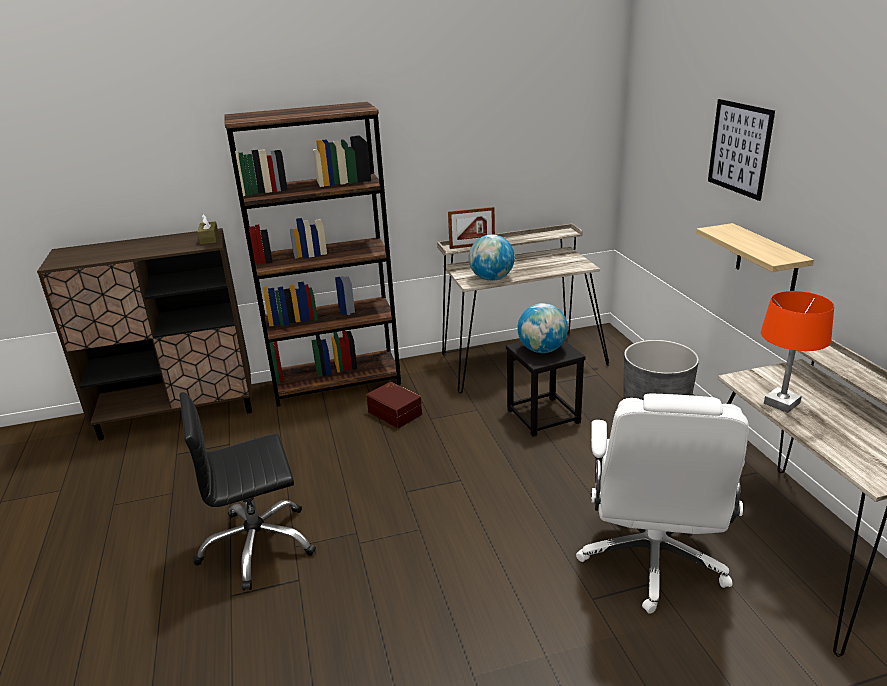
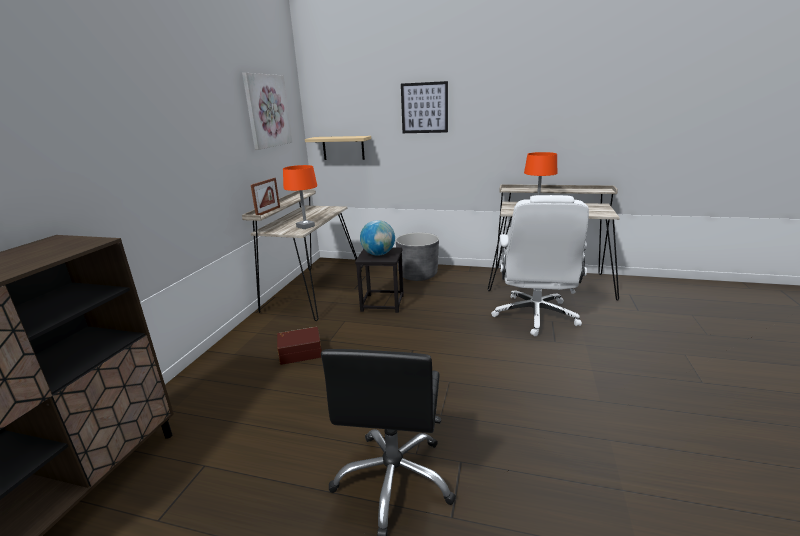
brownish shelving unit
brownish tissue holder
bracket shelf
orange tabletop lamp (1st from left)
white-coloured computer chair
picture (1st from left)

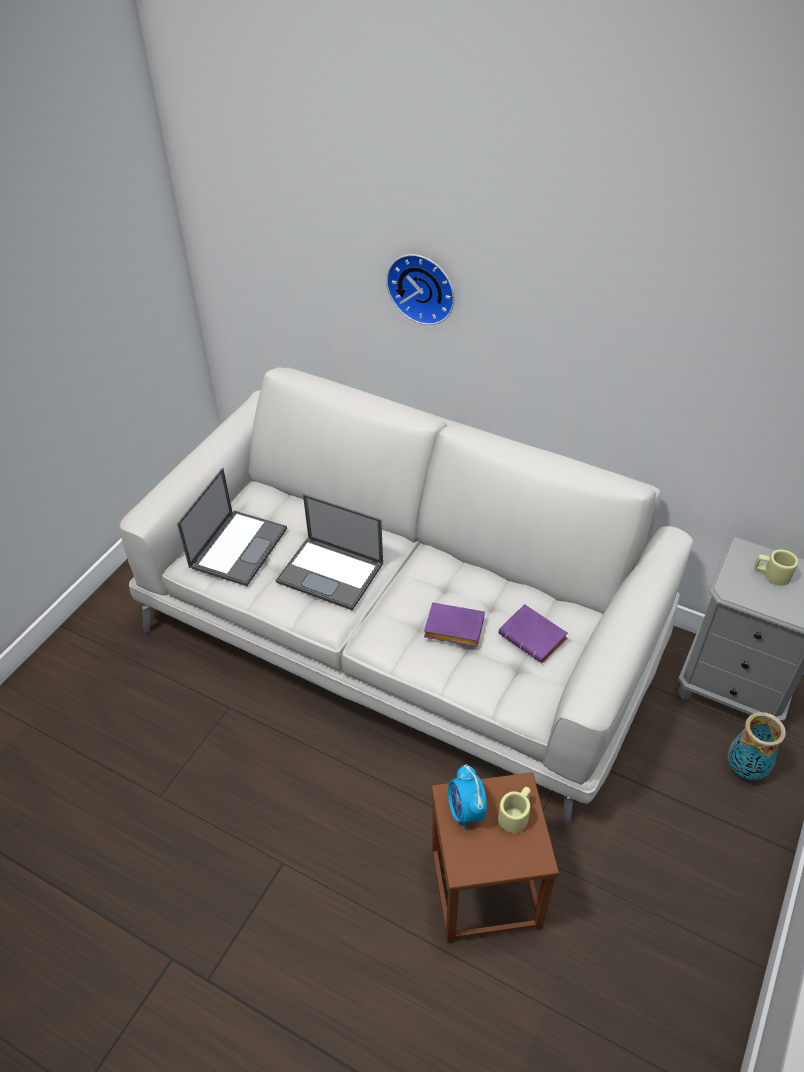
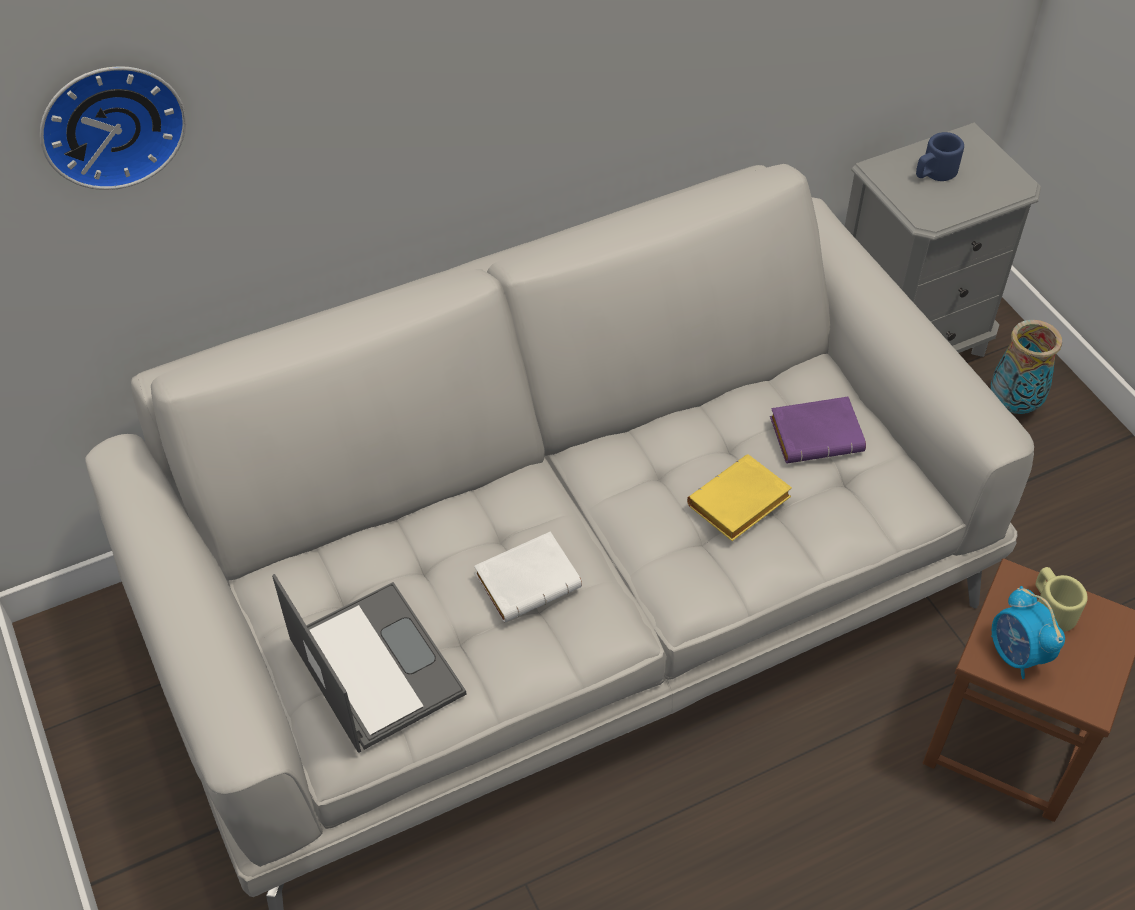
wall clock
white-coloured volume
blue mug
yellow-coloured volume
table clock

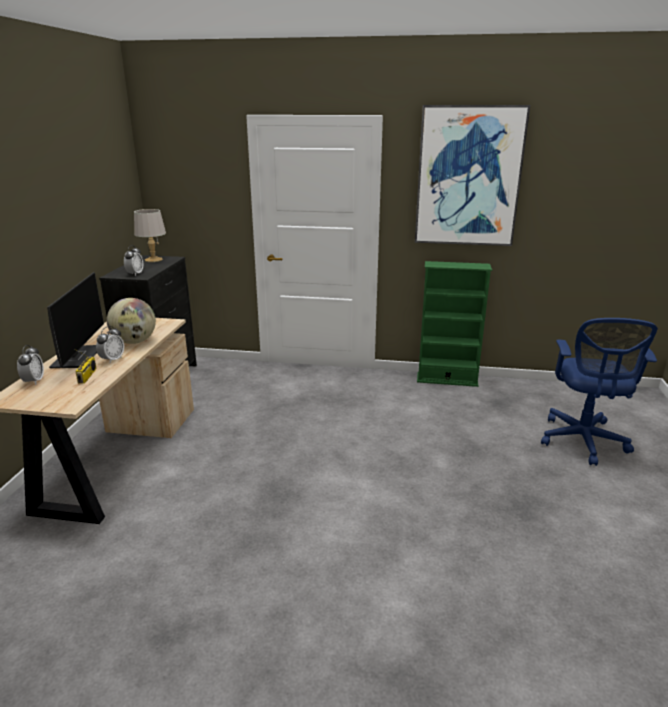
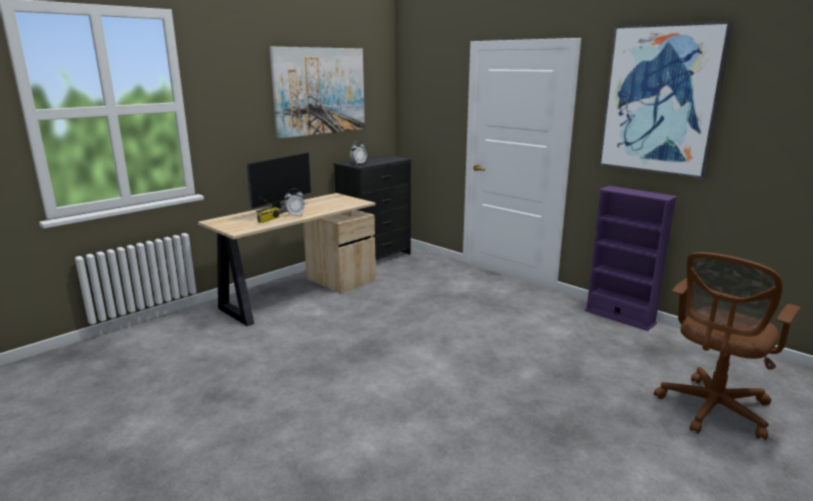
greyish tabletop lamp
purple-coloured shelving unit
world globe
brownish computer chair
table clock (1st from left in the first image)
picture (1st from left)

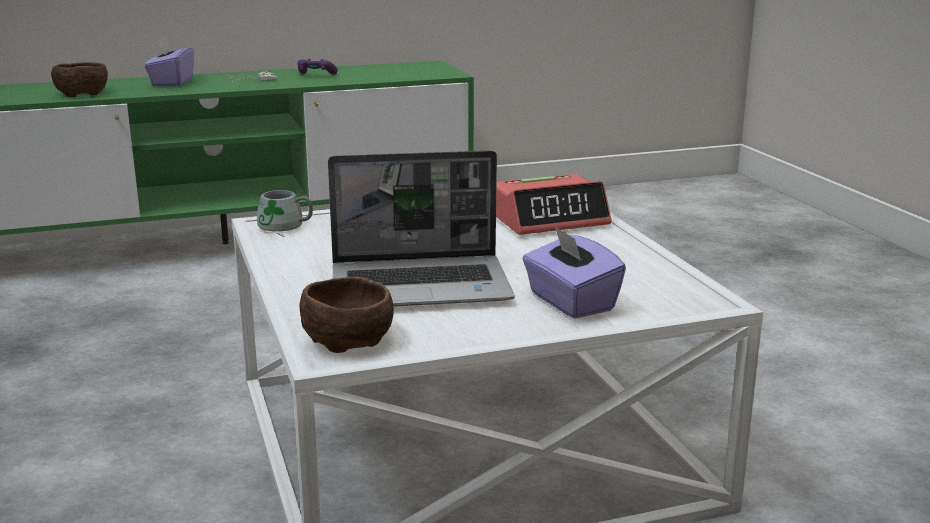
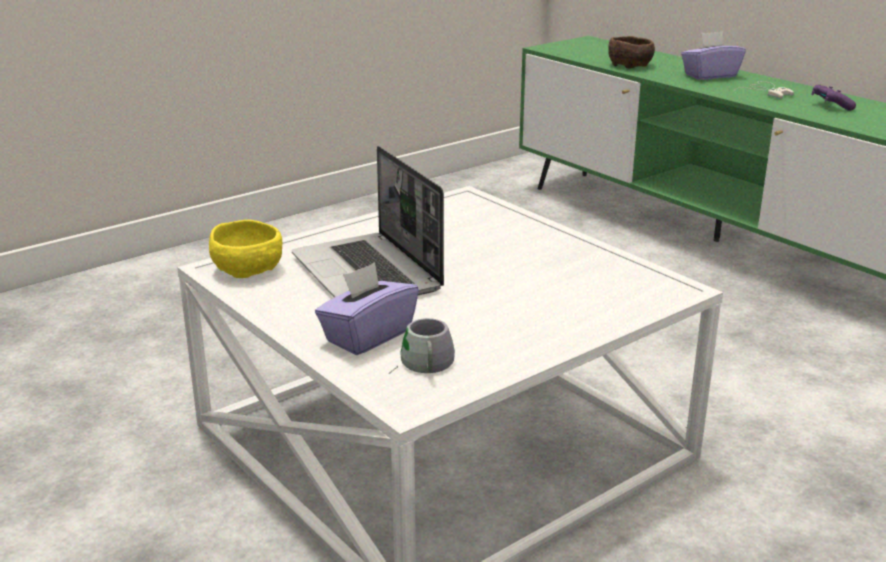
table clock
greyish mug
yellow-coloured deep dish

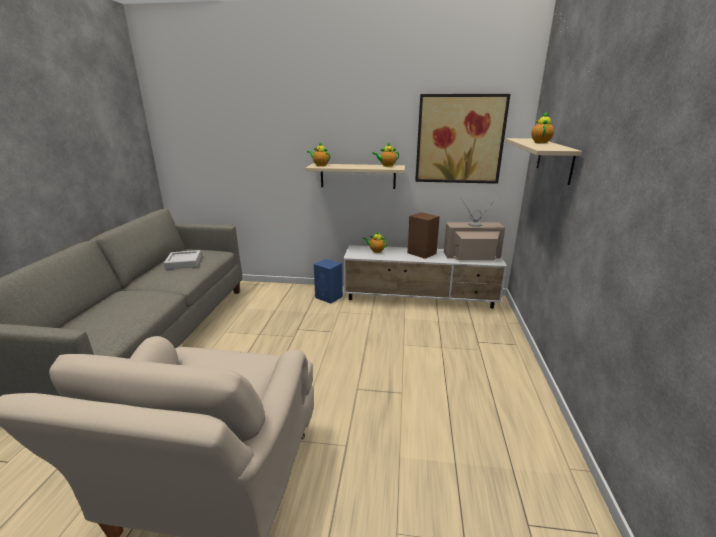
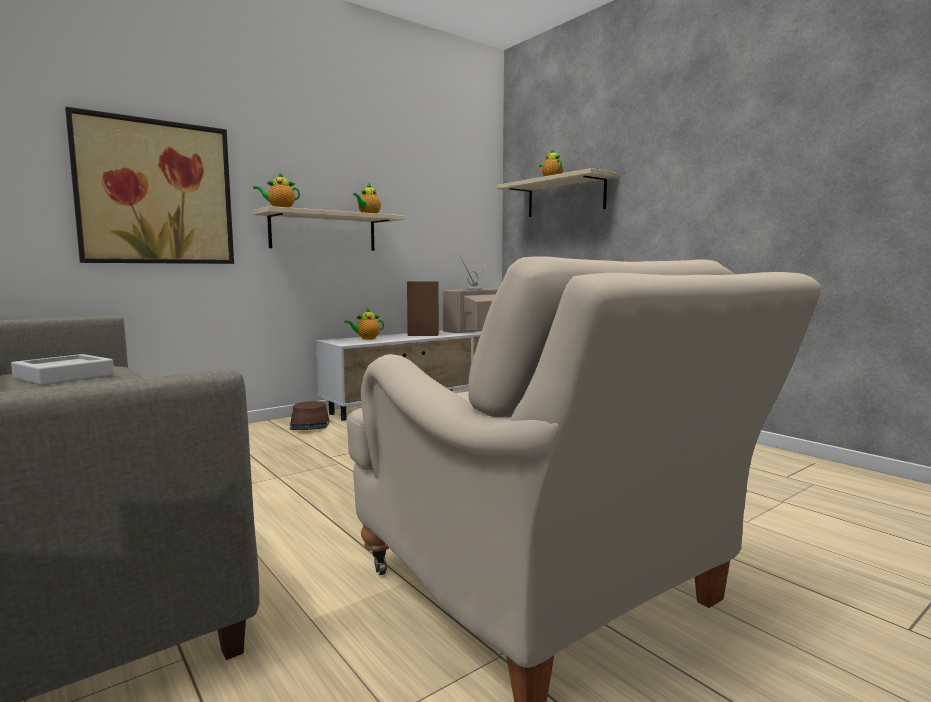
picture
brownish clothing hat

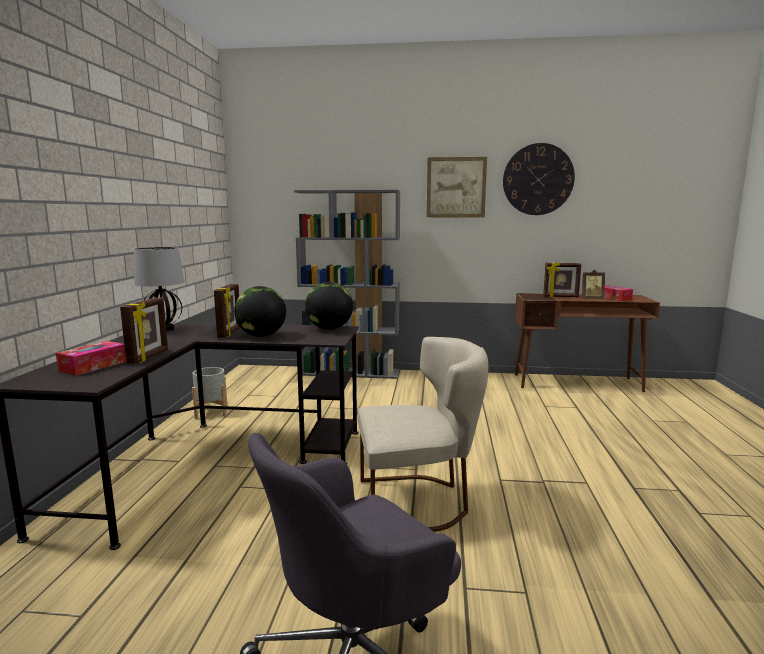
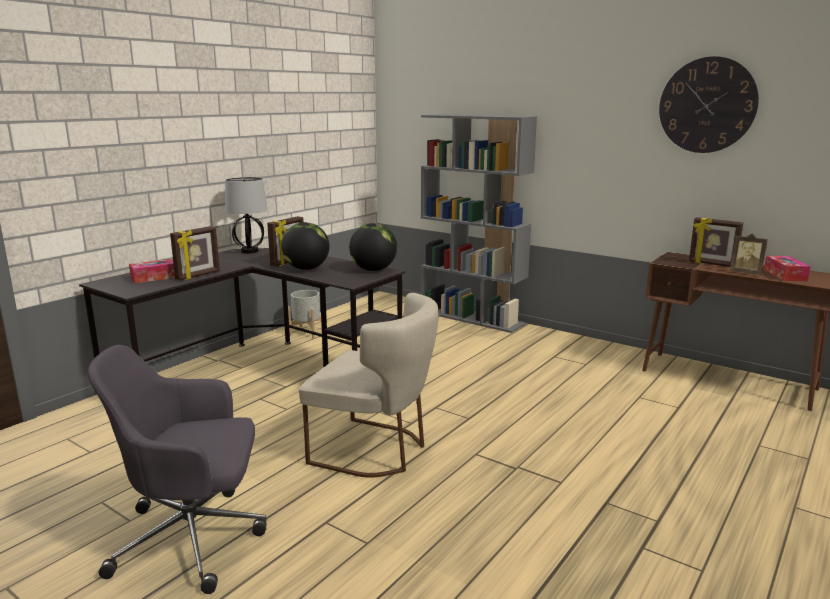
picture

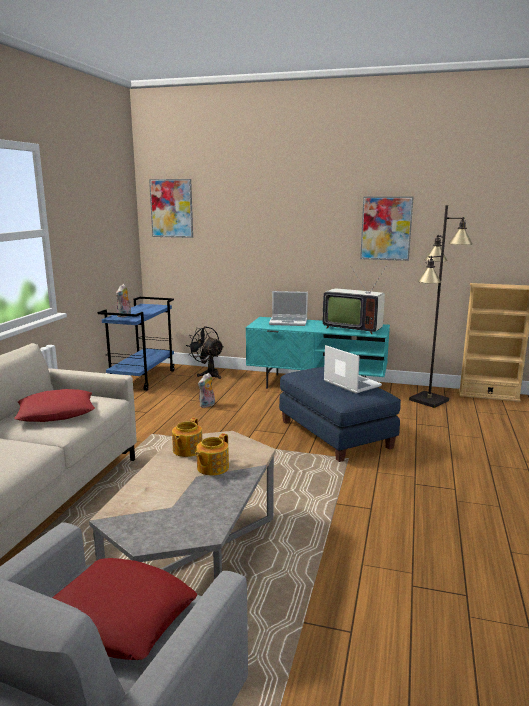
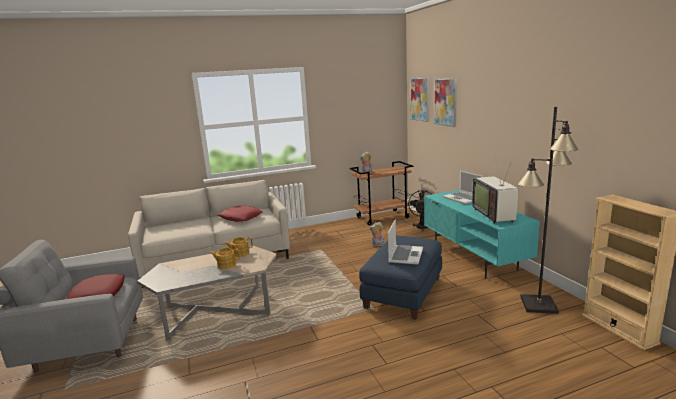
picture (2nd from left)
brownish cart

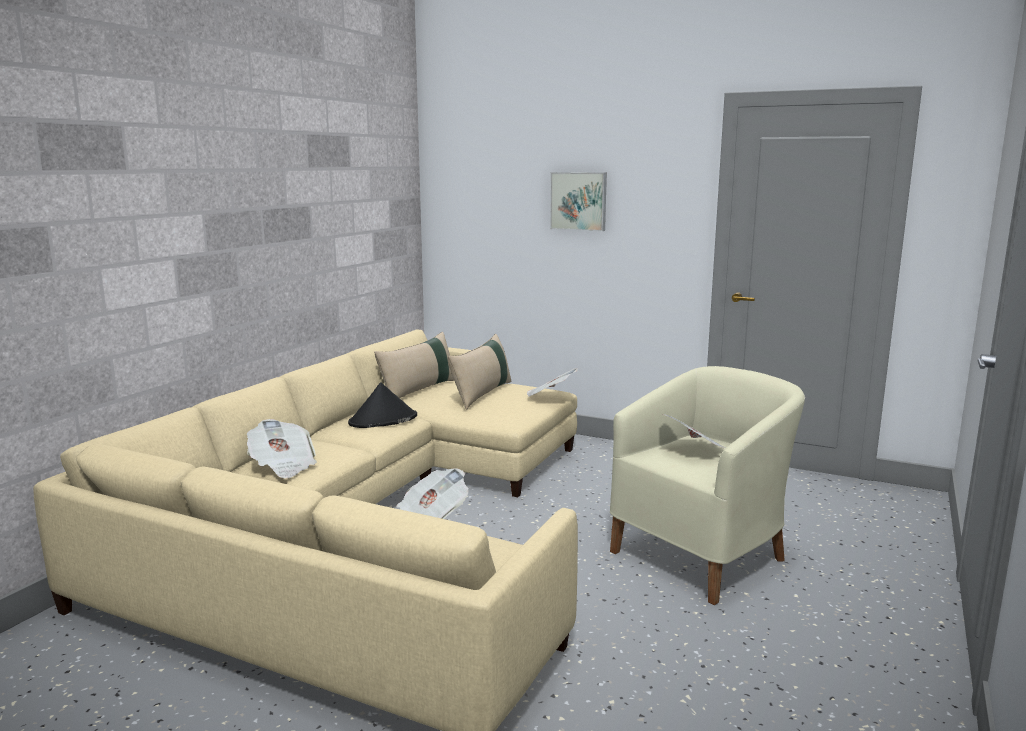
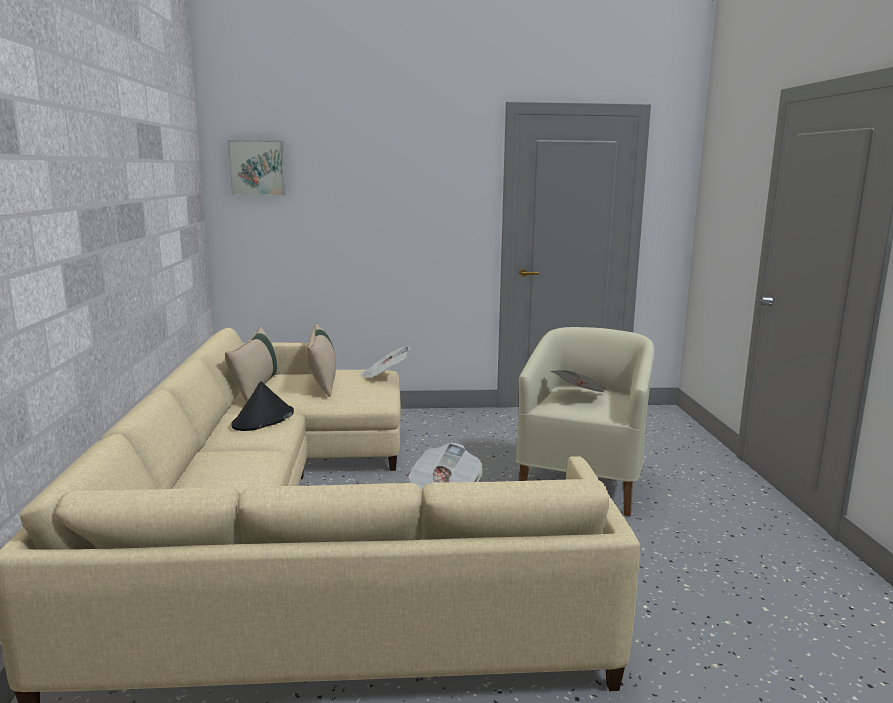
picture
newspaper (1st from left in the first image)

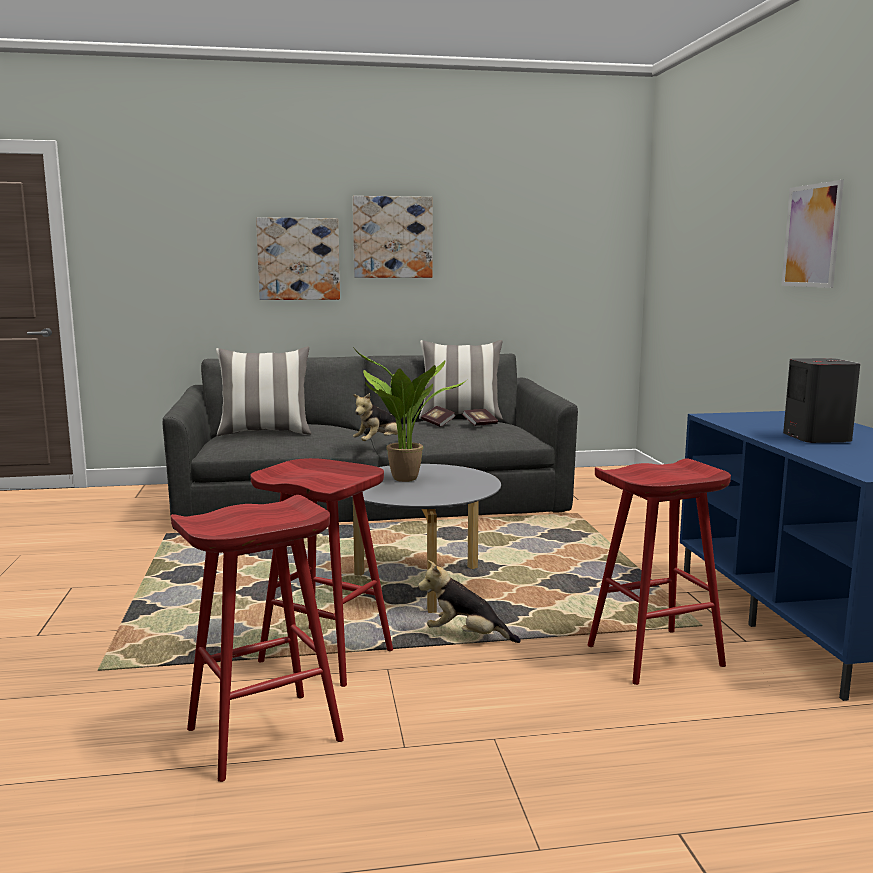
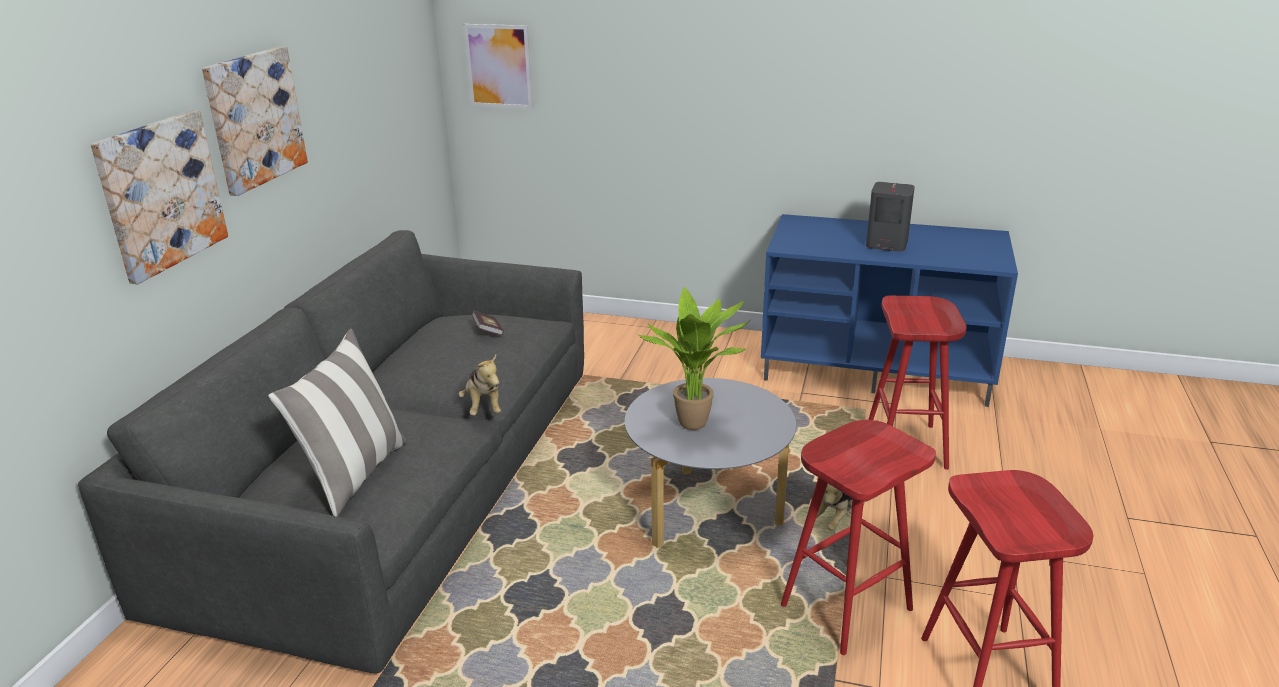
picture (3rd from left)
cushion (2nd from left in the first image)
volume (1st from left in the first image)

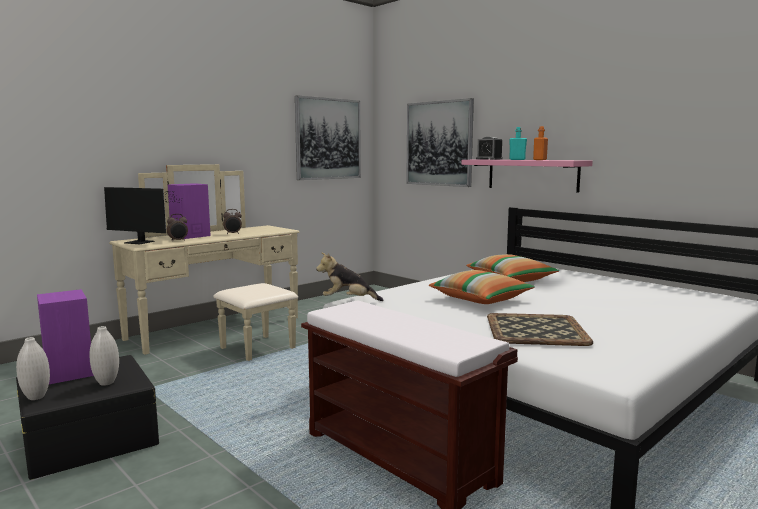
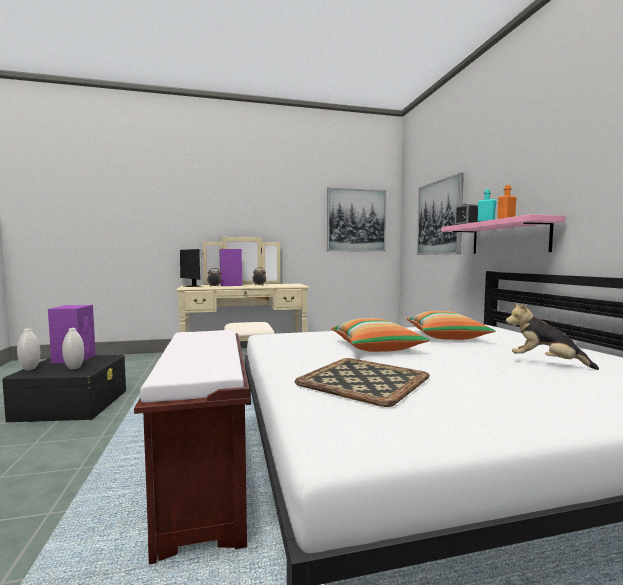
soft toy

